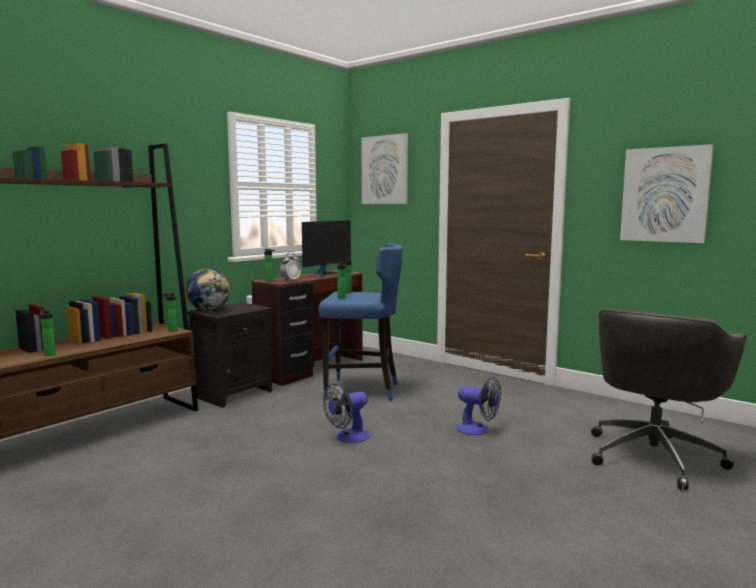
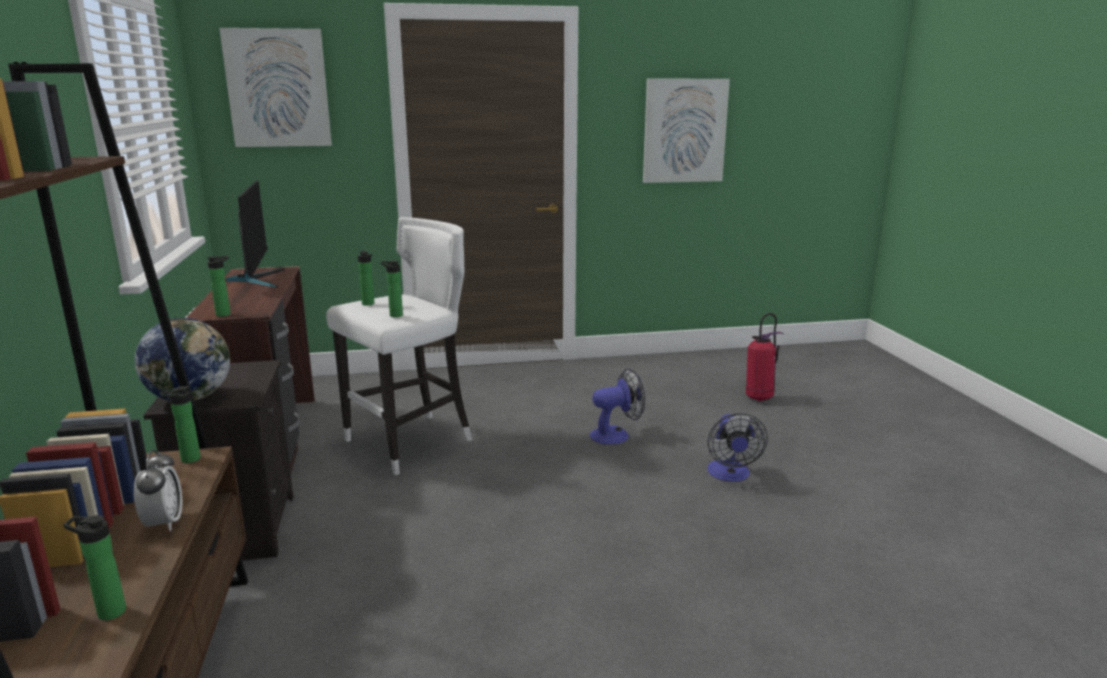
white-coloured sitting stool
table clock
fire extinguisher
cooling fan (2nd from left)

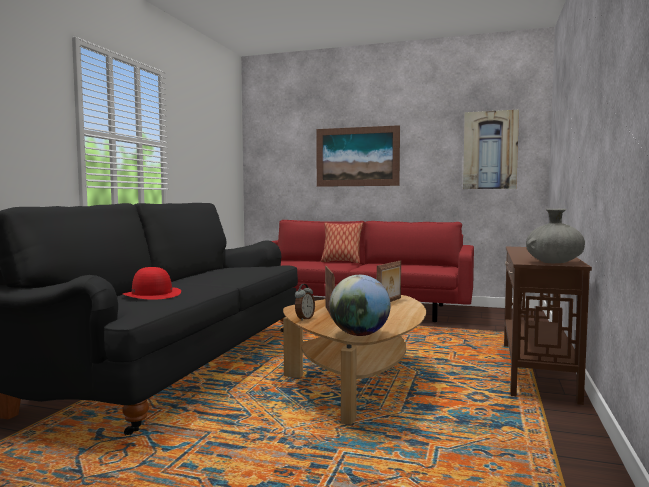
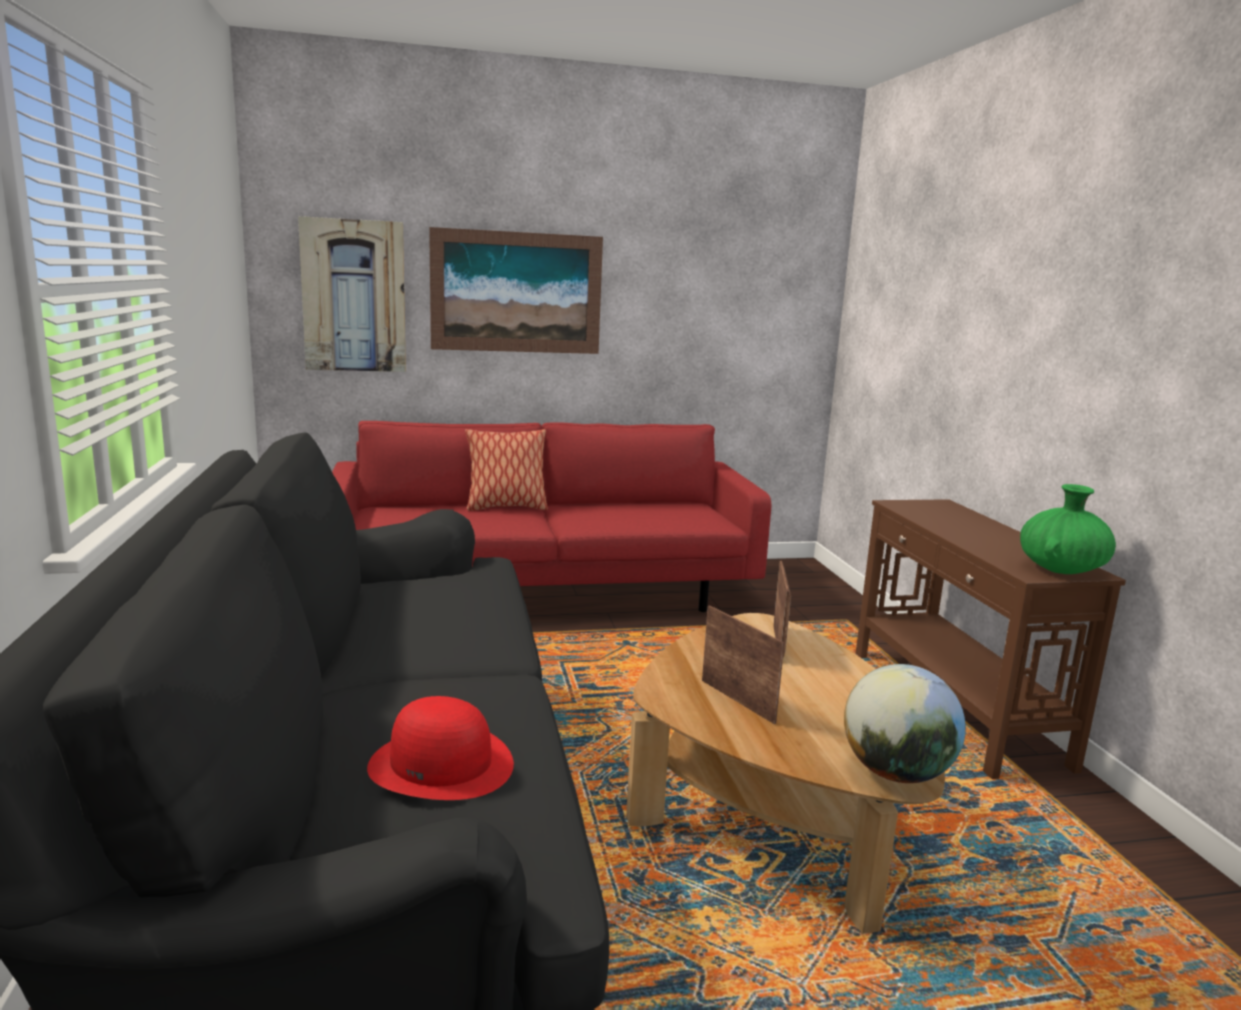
picture (1st from left)
green decorative vase
table clock

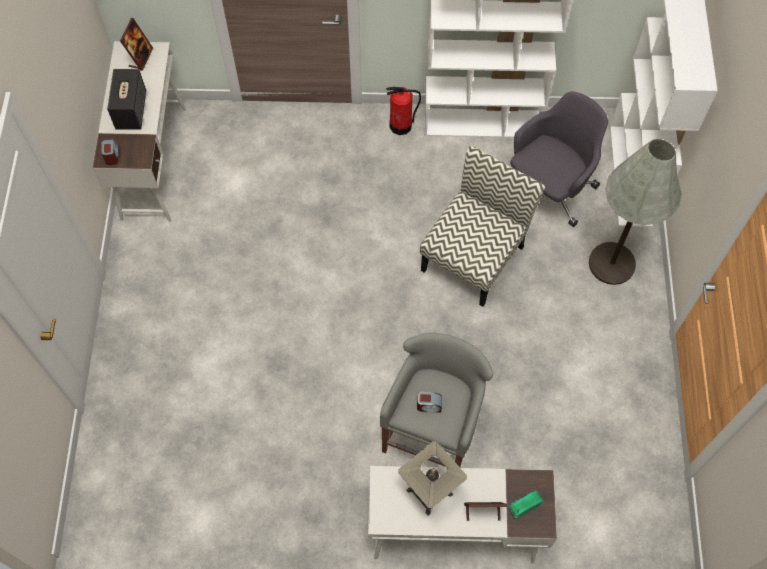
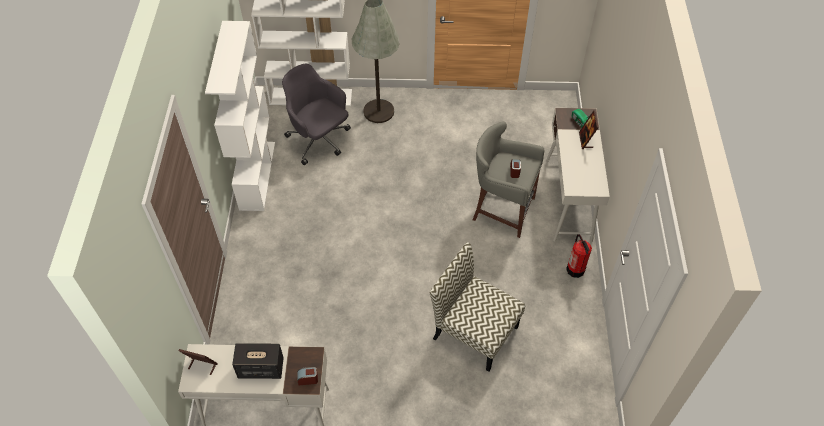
fire extinguisher
chair
tabletop lamp

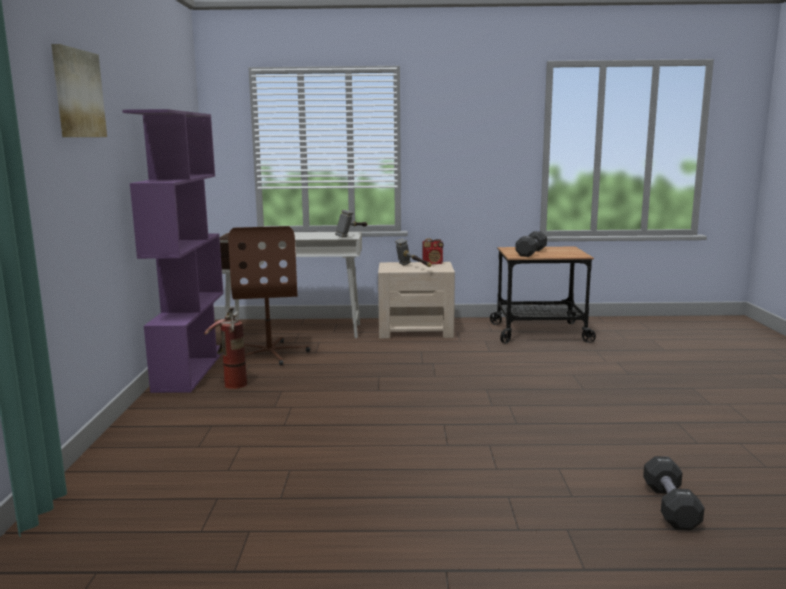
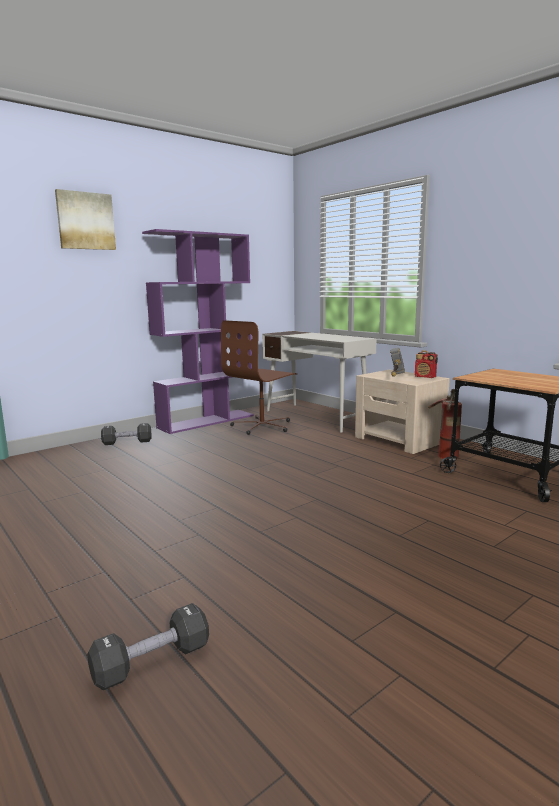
tool hammer (1st from left in the first image)
black-coloured hand weight (1st from left)
fire extinguisher

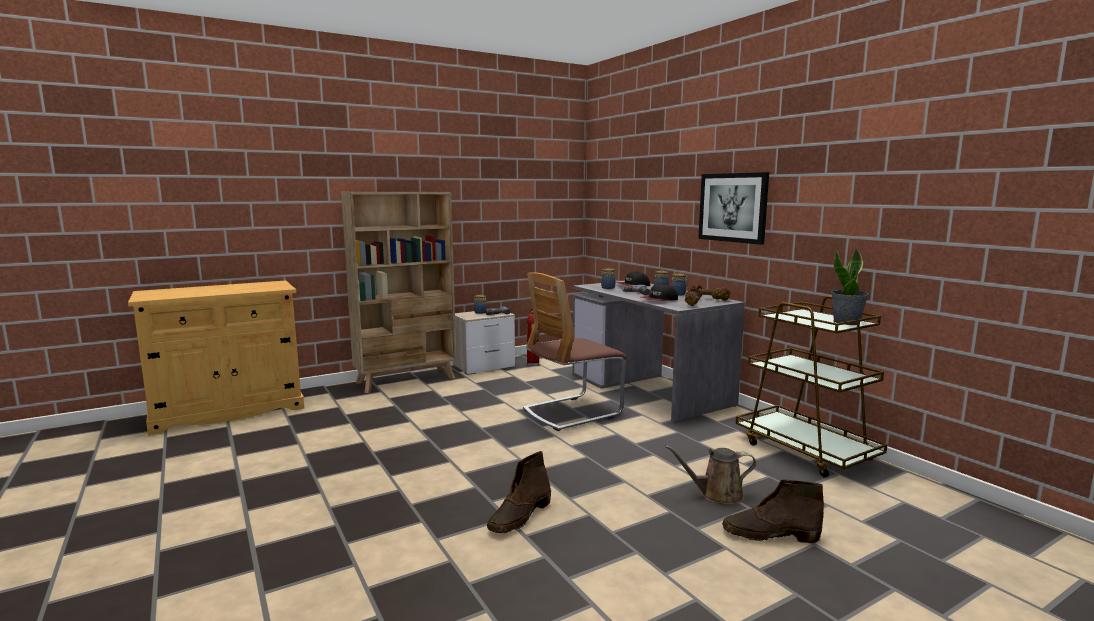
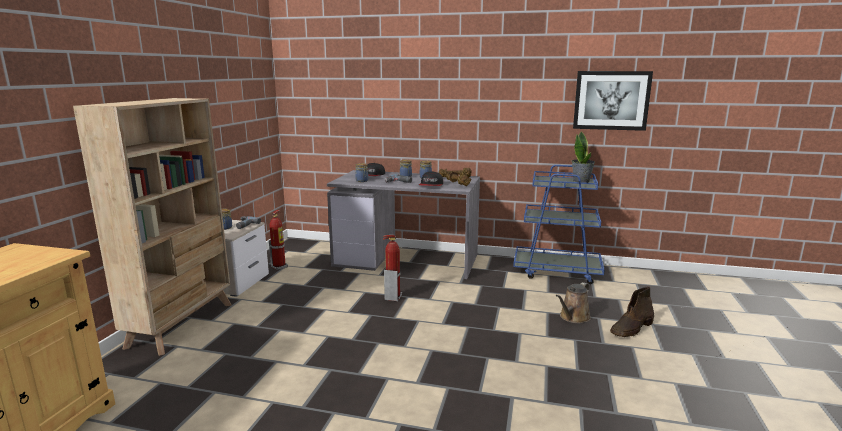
picture
fire extinguisher (2nd from left)
blue cart
brownish tall boot (1st from left in the first image)

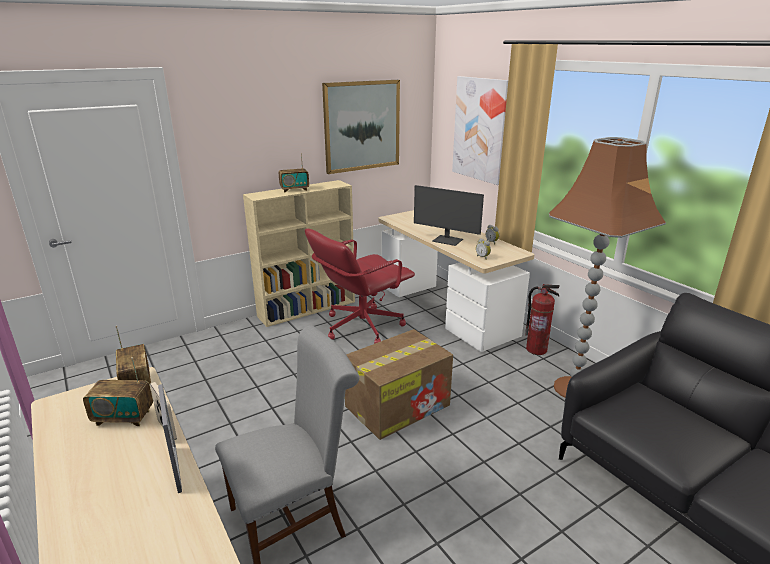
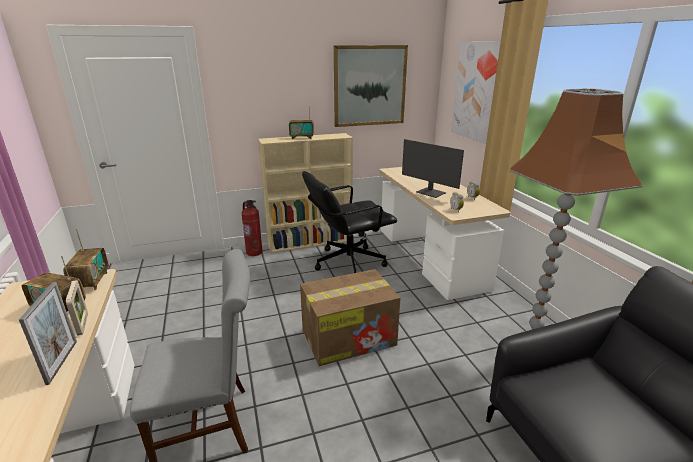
black-coloured computer chair
fire extinguisher

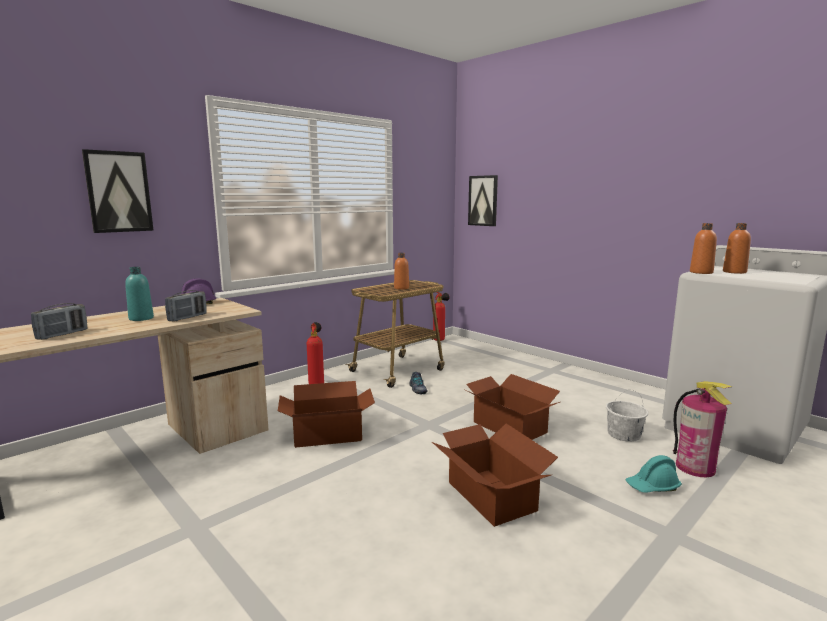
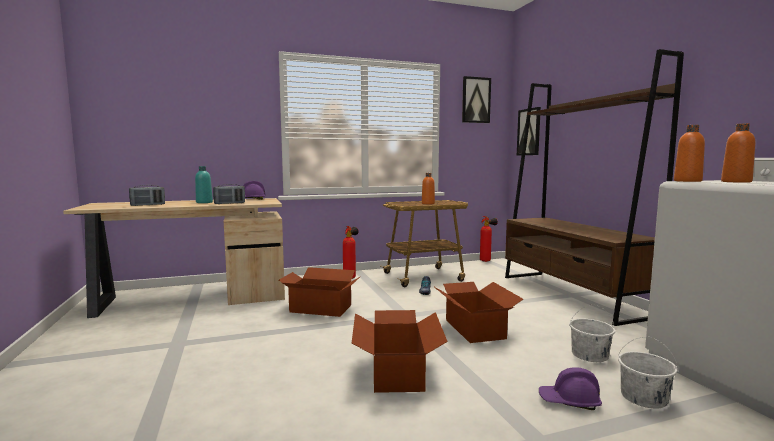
picture (1st from left)
white-coloured water bucket (2nd from left)
purple-coloured hard hat (2nd from left)
brownish shelving unit

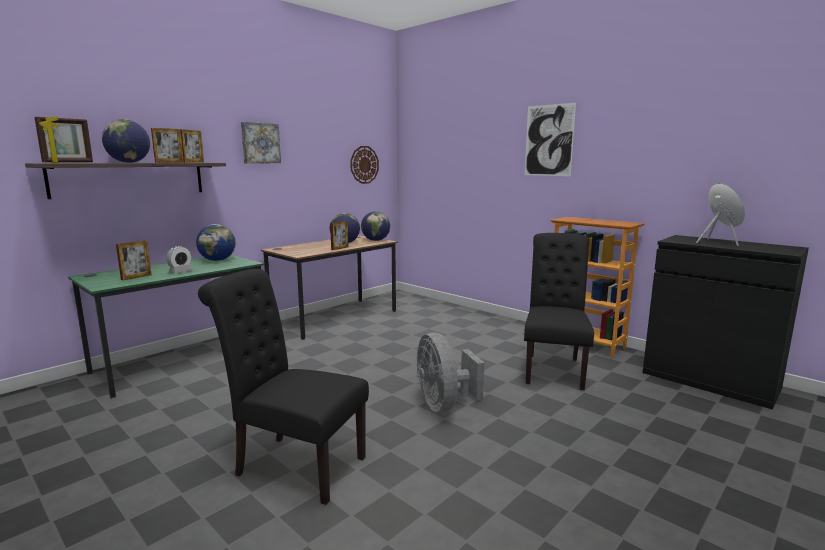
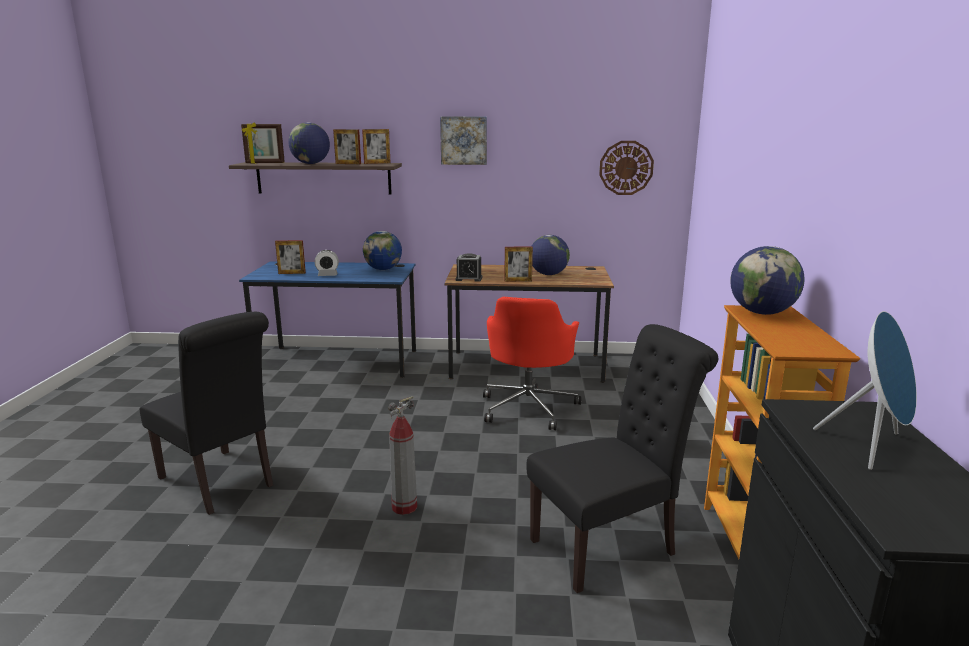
picture (2nd from left in the first image)
world globe (4th from left)
blue desk table
black-coloured chair (1st from left)
fire extinguisher
table clock (2nd from left)
red-coloured computer chair

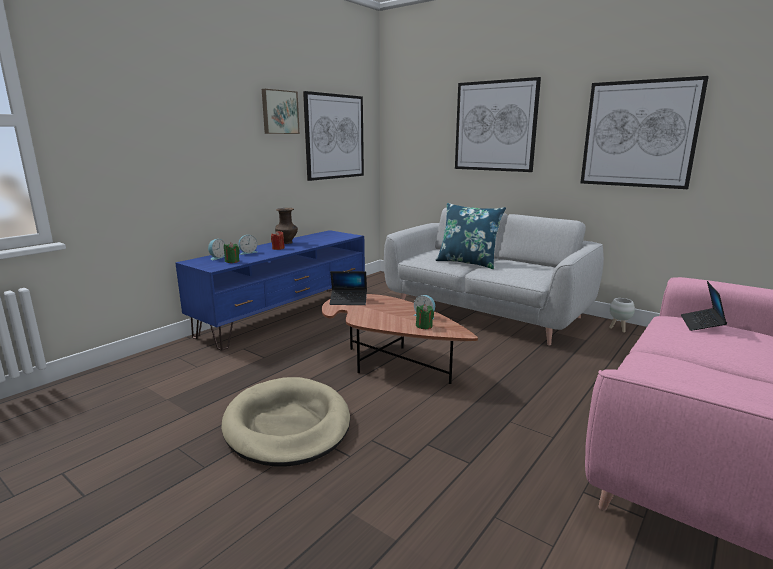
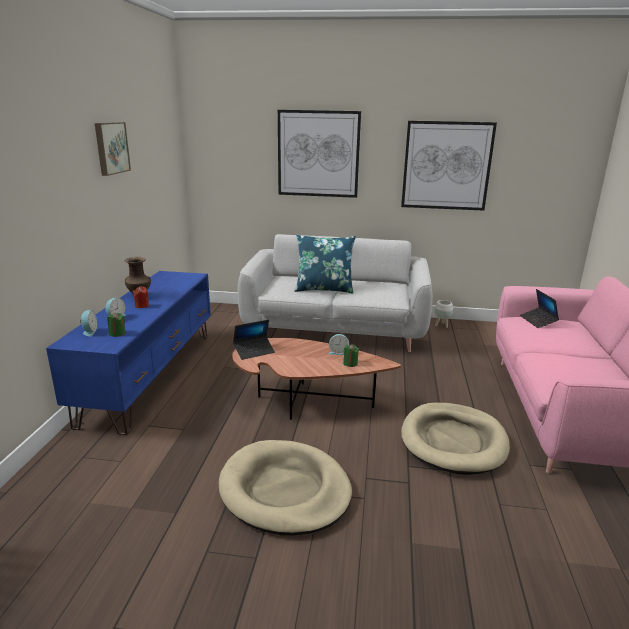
picture (2nd from left in the first image)
sand-coloured dog cushion (2nd from left)

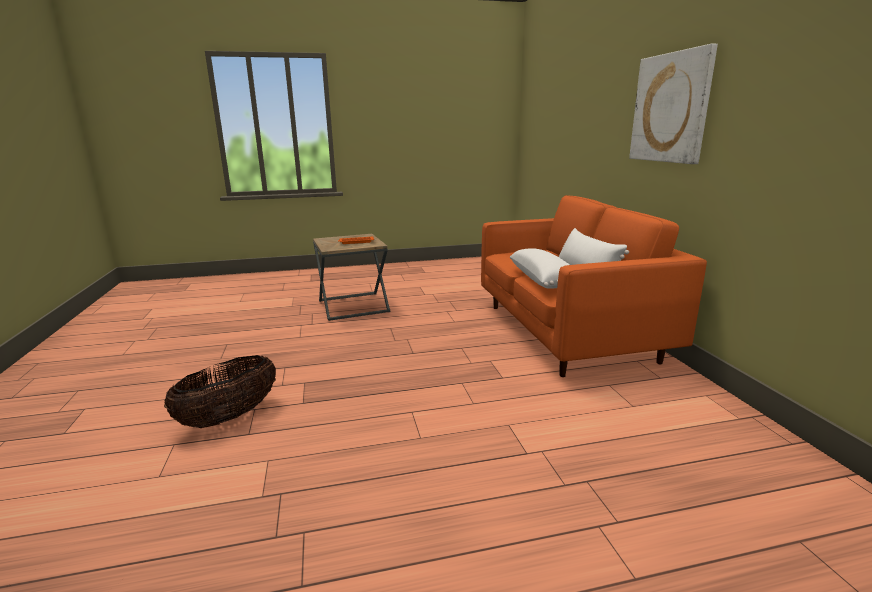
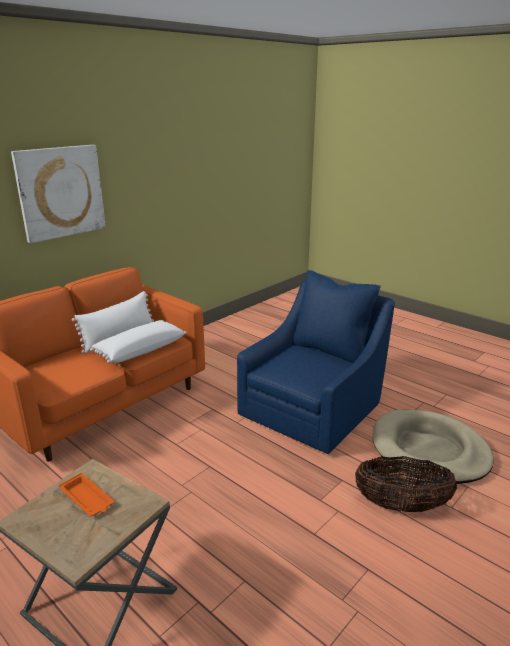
blue lounge chair
sand-coloured dog cushion

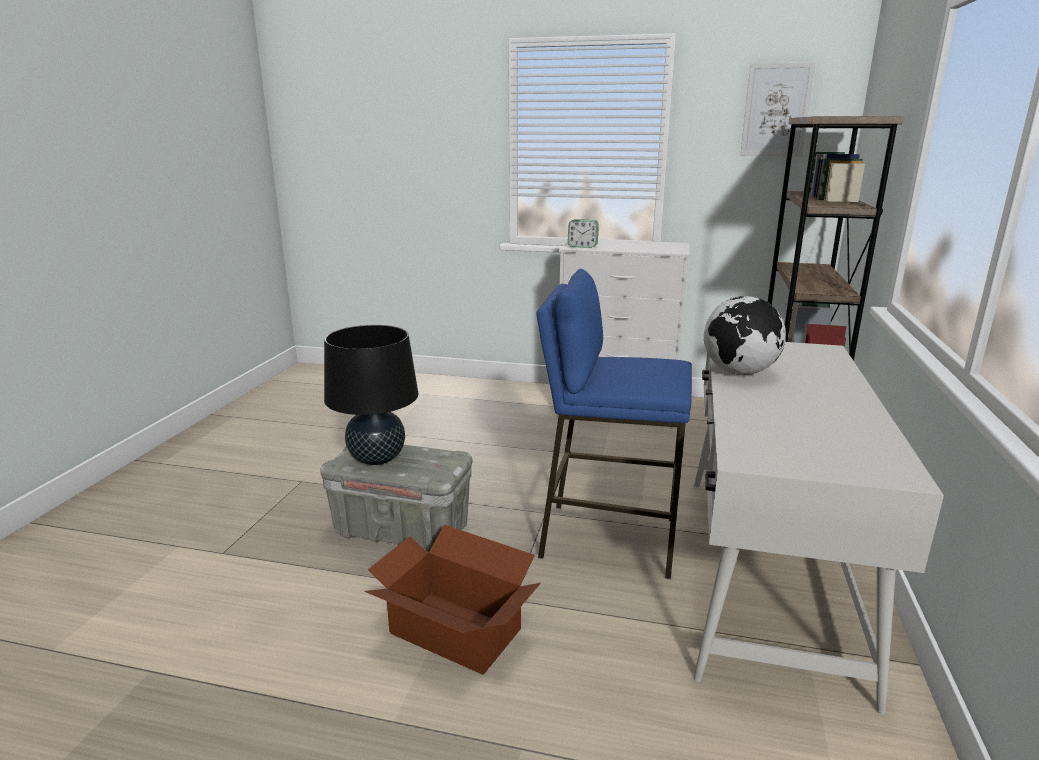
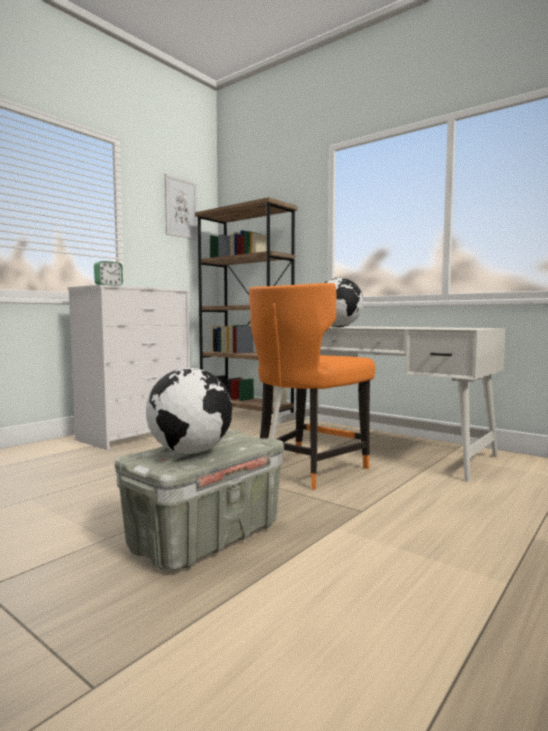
orange chair
world globe (1st from left)
cardboard box

